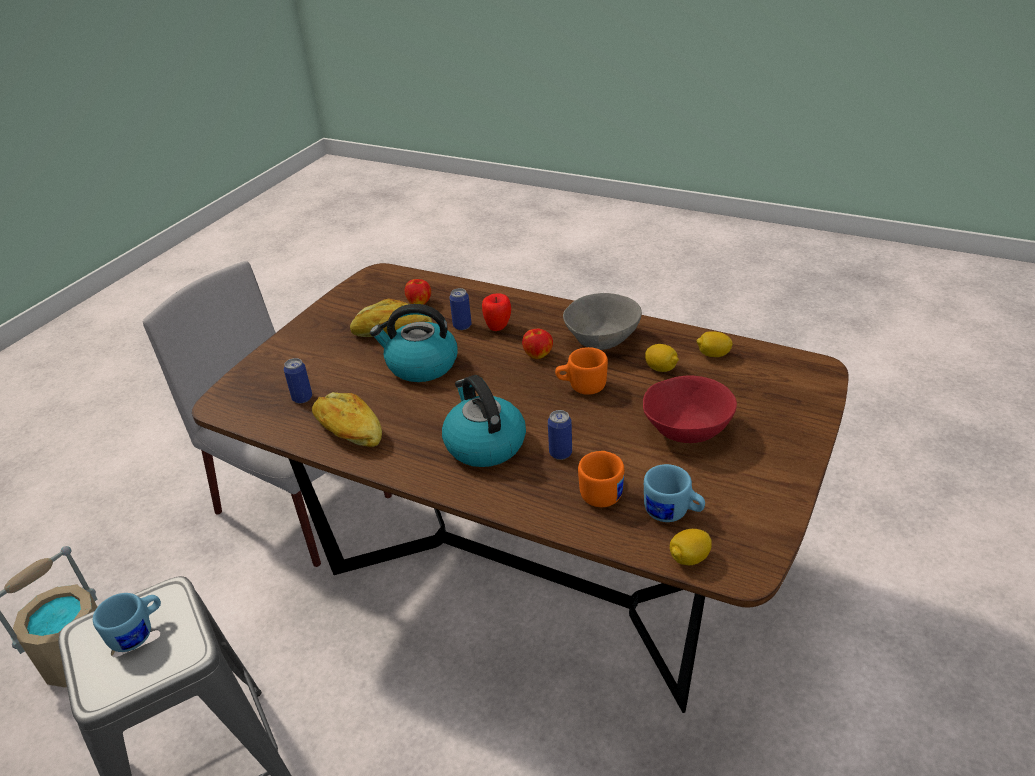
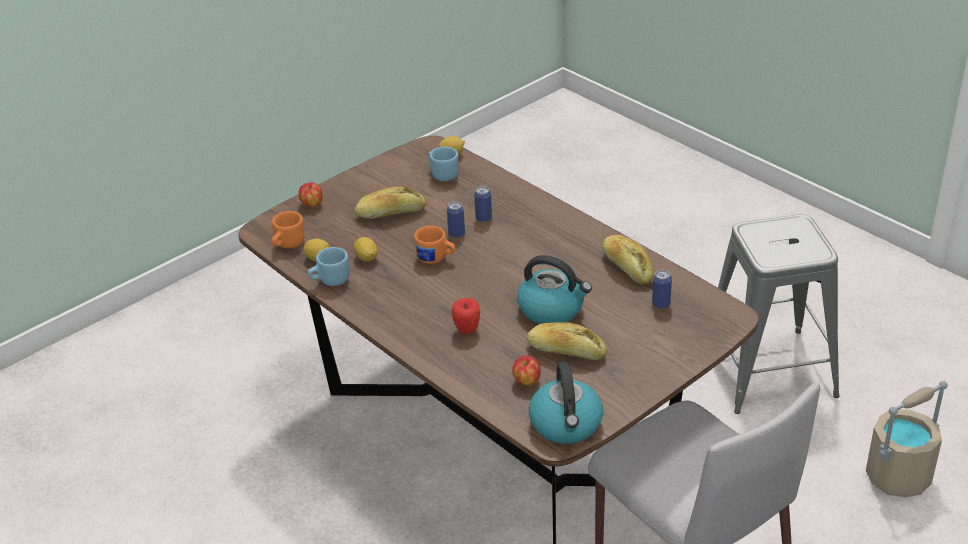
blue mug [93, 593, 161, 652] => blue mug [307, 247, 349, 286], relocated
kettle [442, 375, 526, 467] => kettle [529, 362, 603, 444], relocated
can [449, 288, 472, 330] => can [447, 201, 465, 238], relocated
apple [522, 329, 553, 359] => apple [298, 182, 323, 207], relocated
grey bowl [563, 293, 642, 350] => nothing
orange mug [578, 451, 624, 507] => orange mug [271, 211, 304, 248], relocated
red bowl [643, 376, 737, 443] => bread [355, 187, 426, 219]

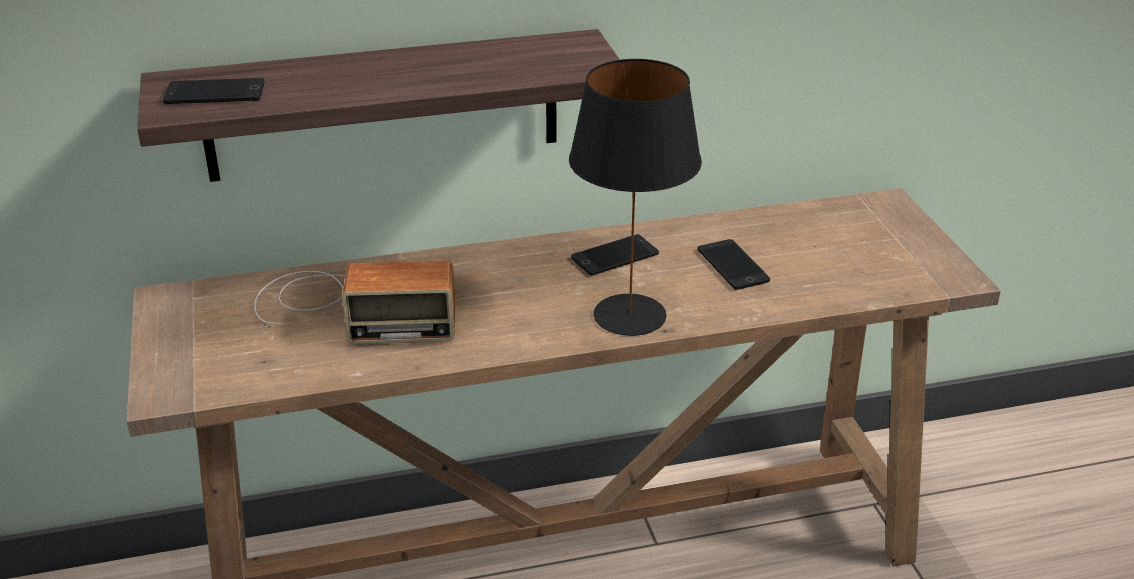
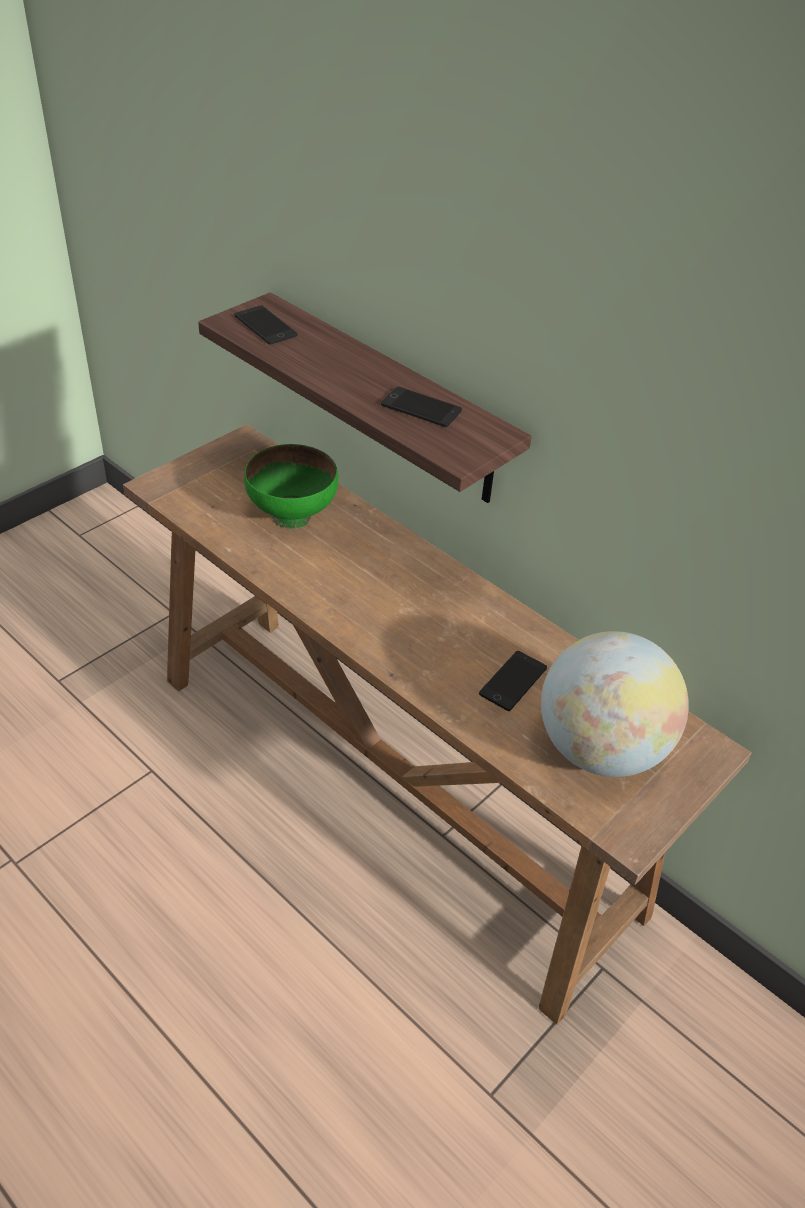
radio [254, 261, 455, 344] => green bowl [244, 444, 338, 529]
black table lamp [569, 59, 702, 336] => nothing
phone [571, 234, 659, 276] => phone [381, 387, 462, 427], relocated
nothing => globe [541, 631, 689, 777]

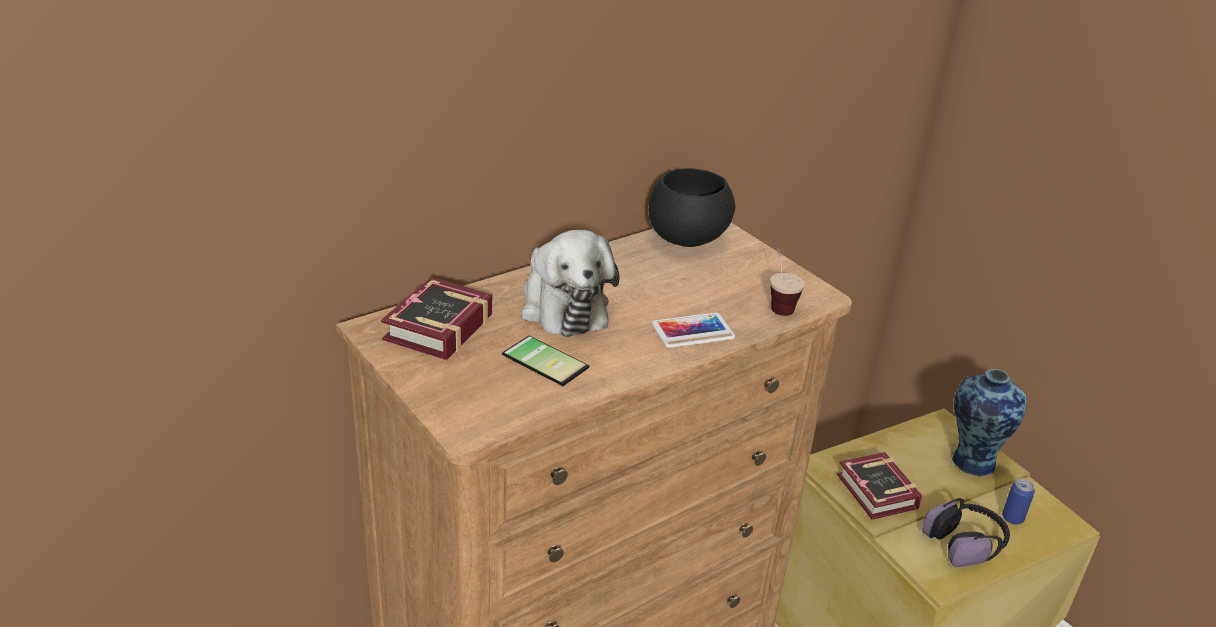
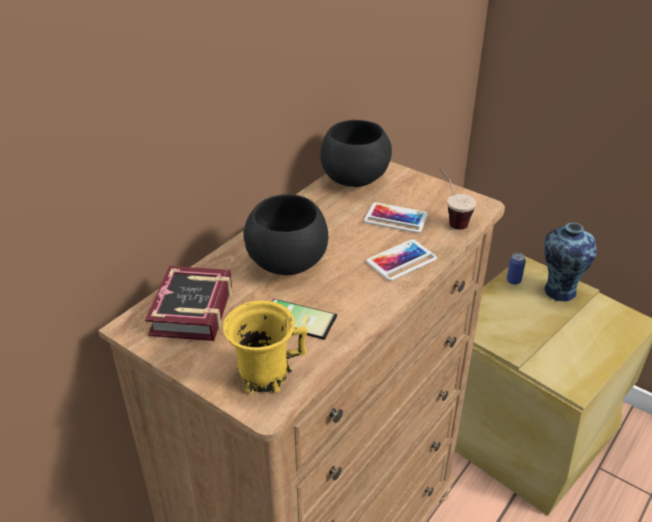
plush toy [521, 230, 619, 337] => black bowl [243, 194, 328, 275]
book [837, 452, 922, 520] => nothing
headphones [922, 498, 1010, 567] => nothing
can [1002, 478, 1035, 525] => can [507, 253, 526, 285], relocated
nothing => yellow mug [223, 301, 307, 394]
nothing => phone [364, 202, 428, 233]

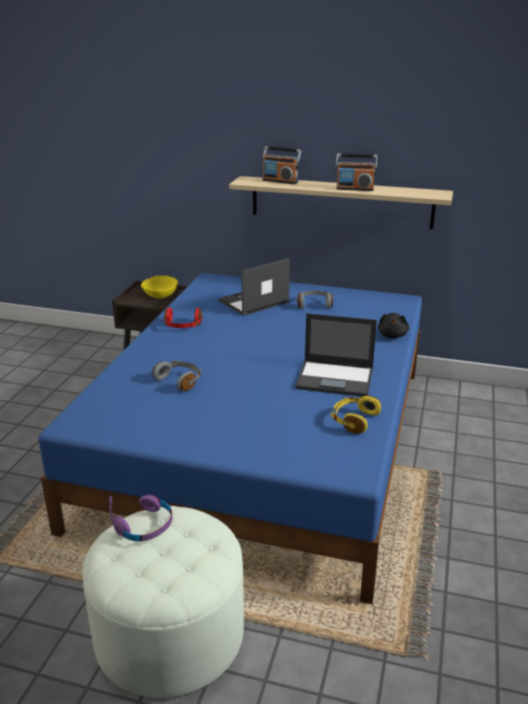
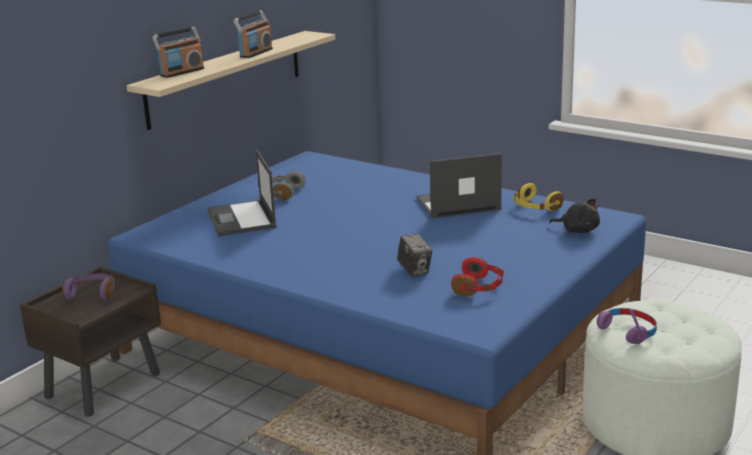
yellow bowl [141, 276, 178, 299] => purple headphones [62, 273, 115, 300]
grey headphones [152, 361, 201, 391] => photo camera [397, 234, 433, 276]
red headphones [164, 308, 203, 328] => red headphones [451, 257, 504, 296], relocated
laptop [295, 313, 377, 397] => laptop [416, 153, 502, 219], 135 degrees counterclockwise
black plush toy [378, 313, 409, 338] => black plush toy [549, 199, 600, 233], relocated

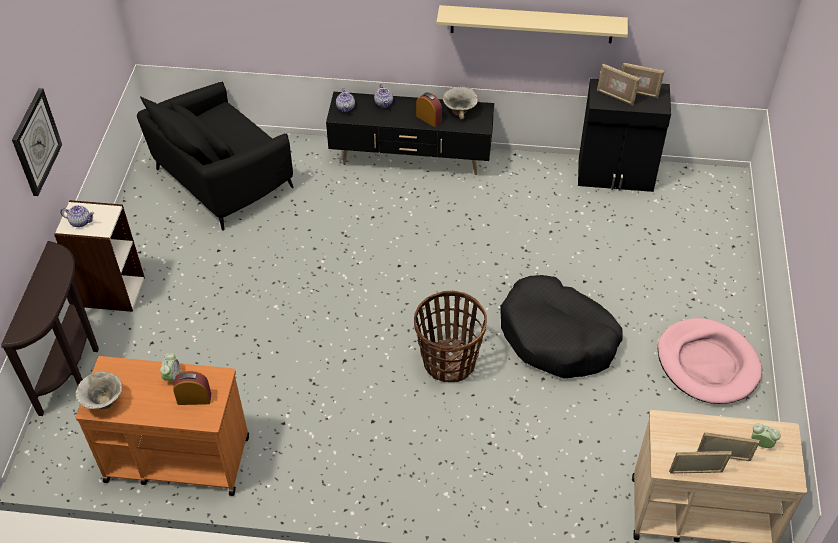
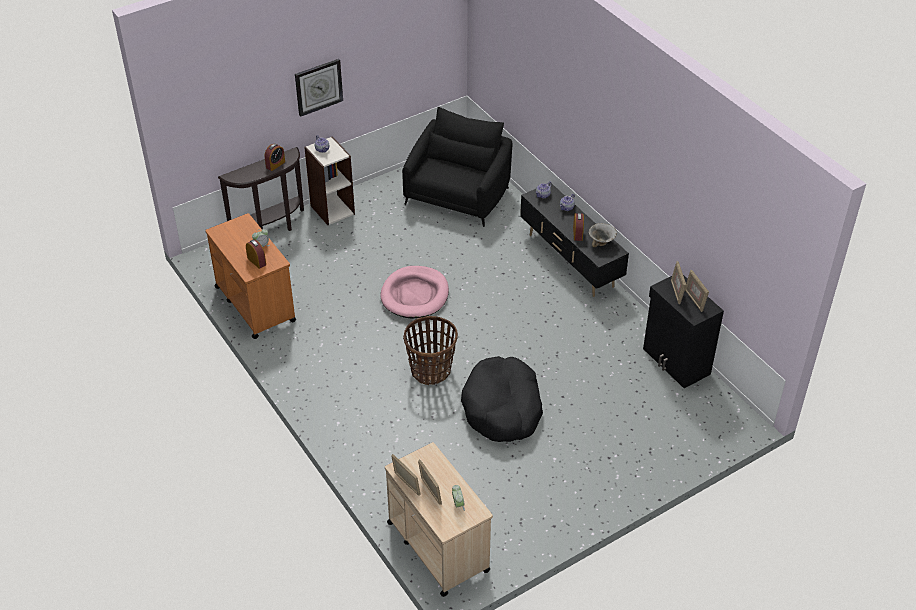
bowl [76, 372, 122, 409] => nothing
black armchair [137, 82, 293, 231] => black armchair [402, 107, 513, 227], 105 degrees clockwise
beige shelf [437, 5, 628, 43] => nothing
pink dog bed [658, 318, 762, 404] => pink dog bed [381, 266, 449, 319], relocated
nothing => alarm clock [264, 144, 285, 171]

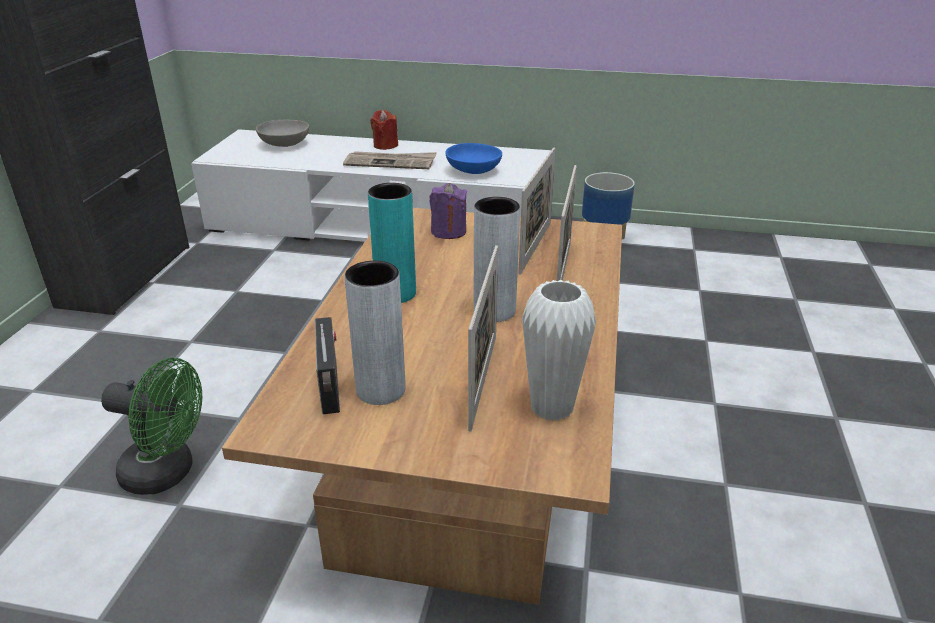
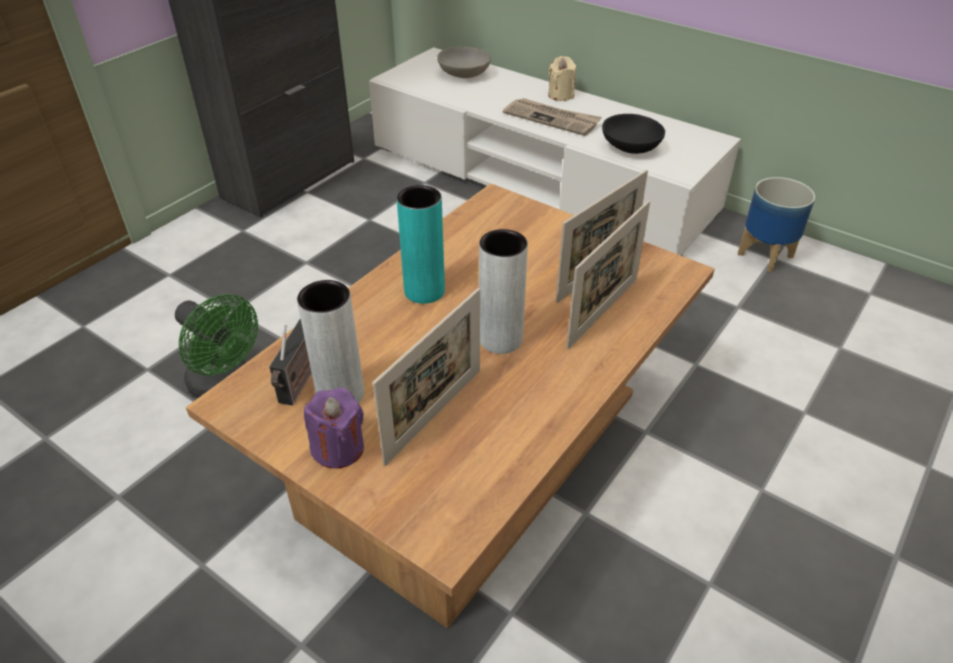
red candle [371, 110, 398, 150] => beige candle [548, 56, 576, 101]
purple candle [430, 183, 467, 239] => purple candle [304, 388, 364, 469], relocated
blue bowl [446, 143, 502, 174] => black bowl [602, 114, 665, 154]
white vase [522, 280, 596, 421] => nothing

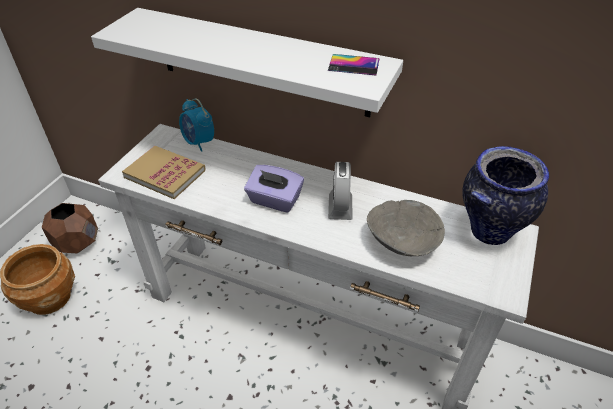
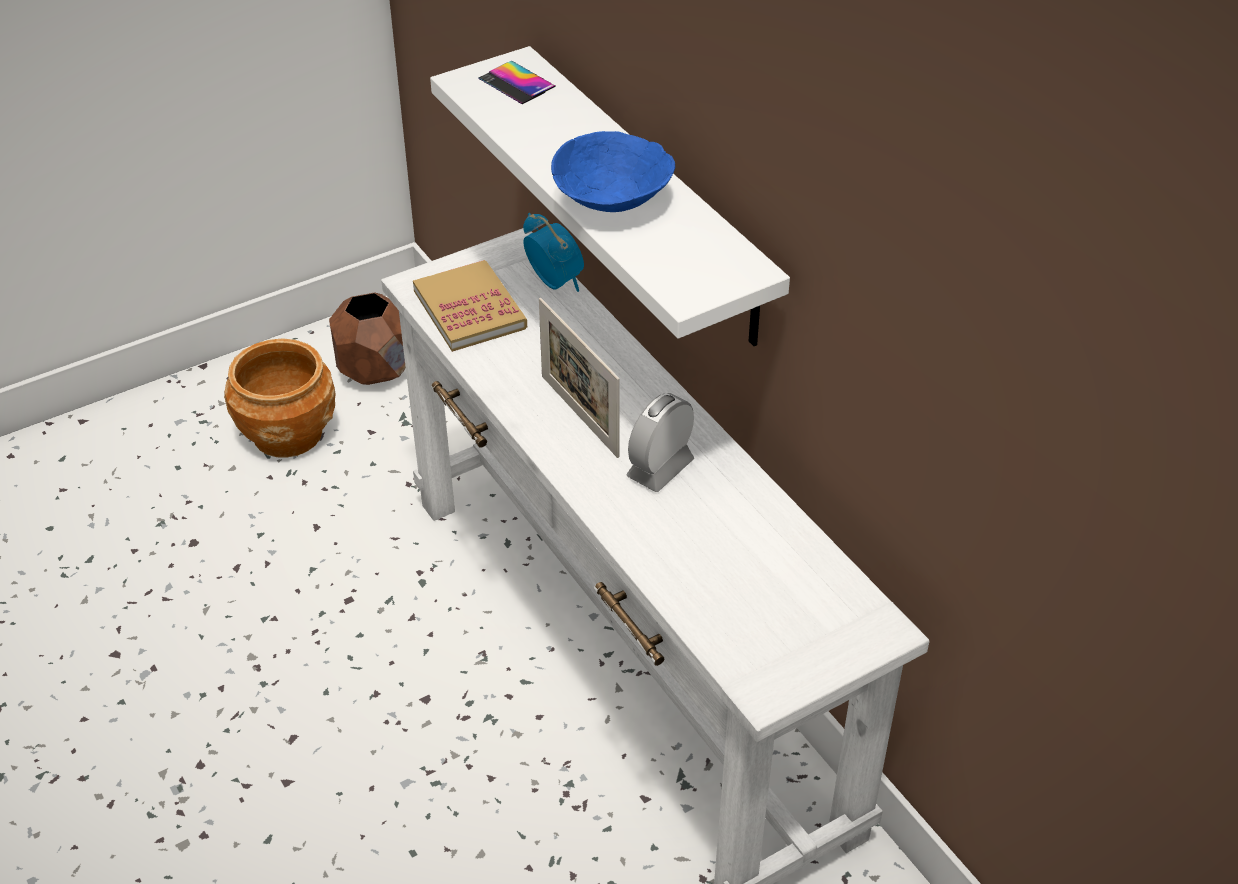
alarm clock [179, 98, 214, 152] => alarm clock [523, 213, 584, 292], 150 degrees clockwise
purple tissue box [244, 165, 304, 213] => picture frame [539, 298, 619, 458]
phone [328, 54, 380, 75] => phone [478, 61, 556, 104], relocated
grey bowl [367, 200, 445, 256] => nothing
vase [462, 146, 549, 245] => nothing
nothing => blue bowl [551, 131, 675, 212]

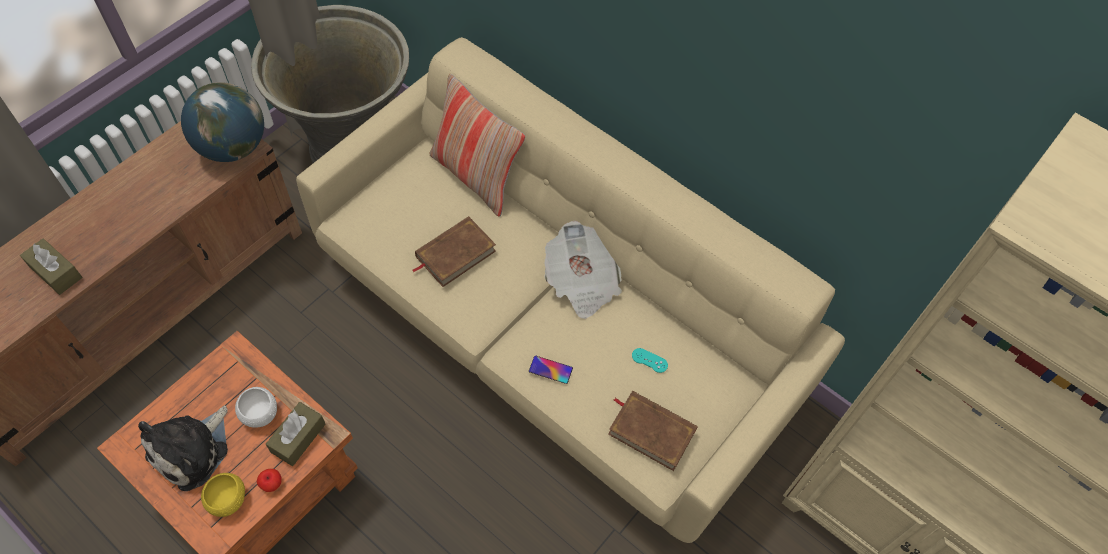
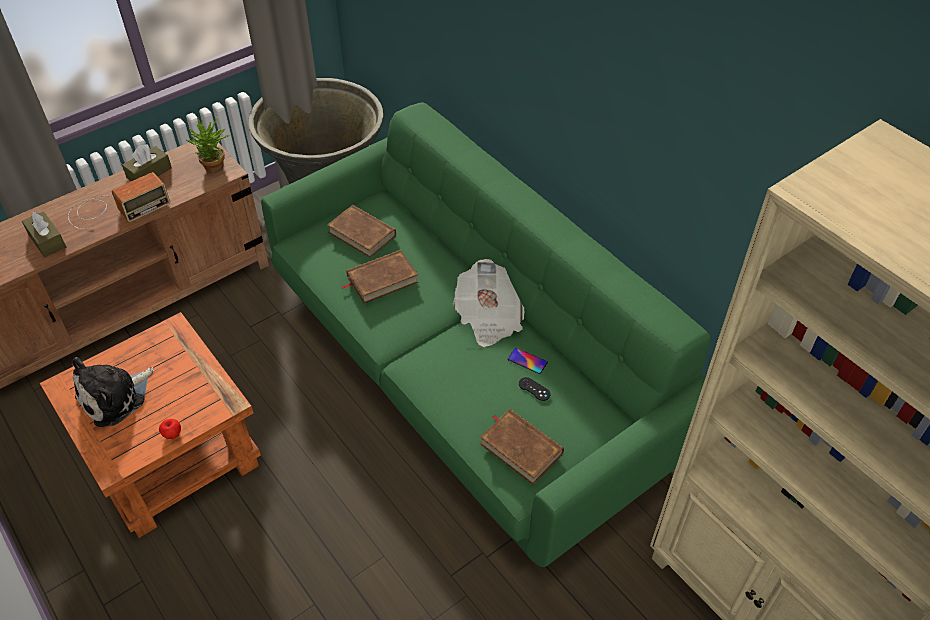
globe [181, 82, 264, 162] => potted plant [187, 117, 229, 173]
yellow bowl [201, 473, 245, 517] => nothing
white bowl [235, 387, 277, 428] => nothing
brown tissue box [266, 402, 326, 466] => brown tissue box [122, 144, 172, 181], relocated
beige sofa [296, 37, 845, 543] => green sofa [261, 103, 710, 567]
pillow [430, 74, 525, 216] => nothing
phone [529, 356, 573, 384] => phone [508, 348, 548, 374], relocated
turquoise game controller [632, 348, 668, 373] => black game controller [519, 377, 550, 401]
nothing => radio [68, 172, 170, 230]
nothing => brown book [327, 205, 396, 258]

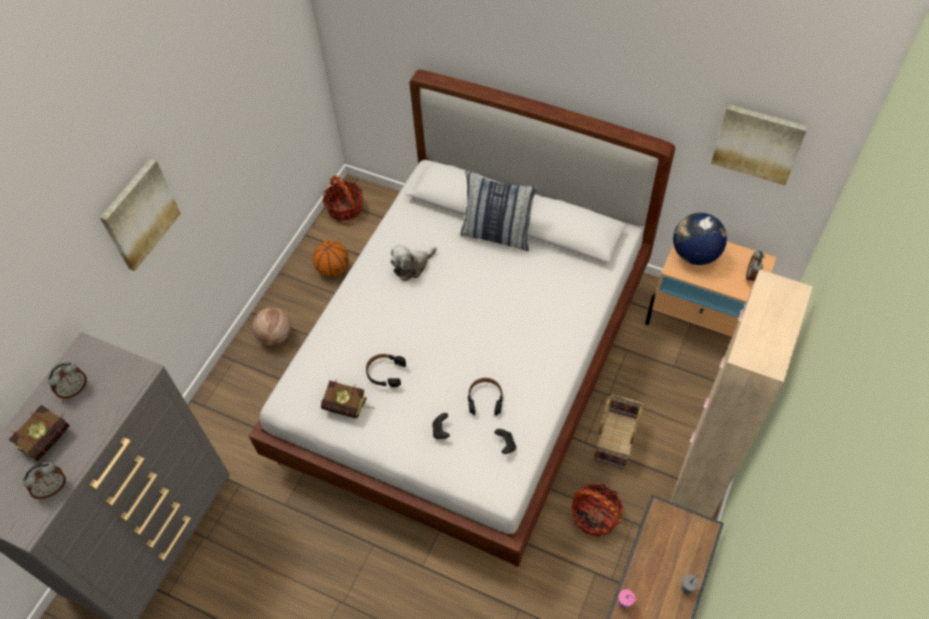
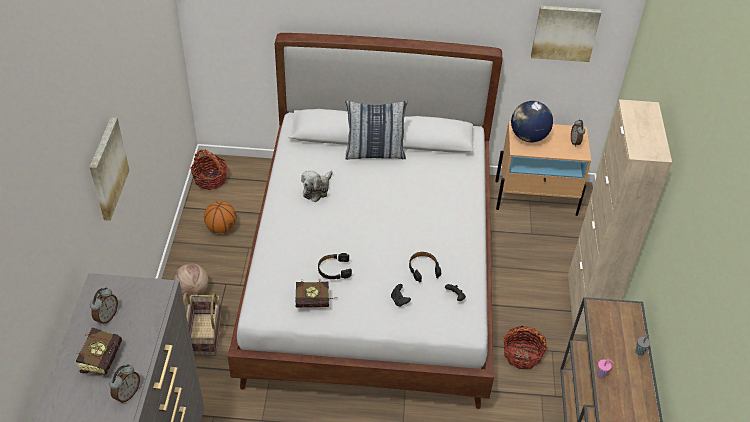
basket [594, 394, 644, 469] => basket [183, 293, 221, 356], relocated

